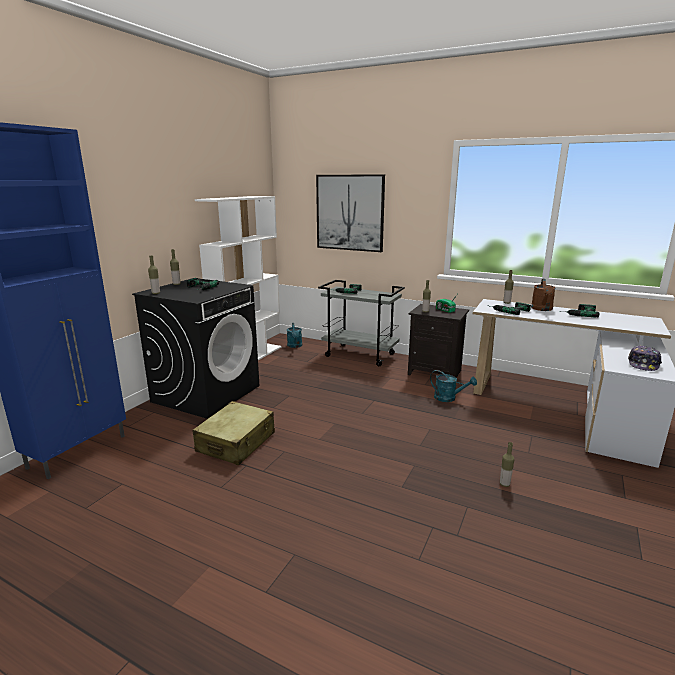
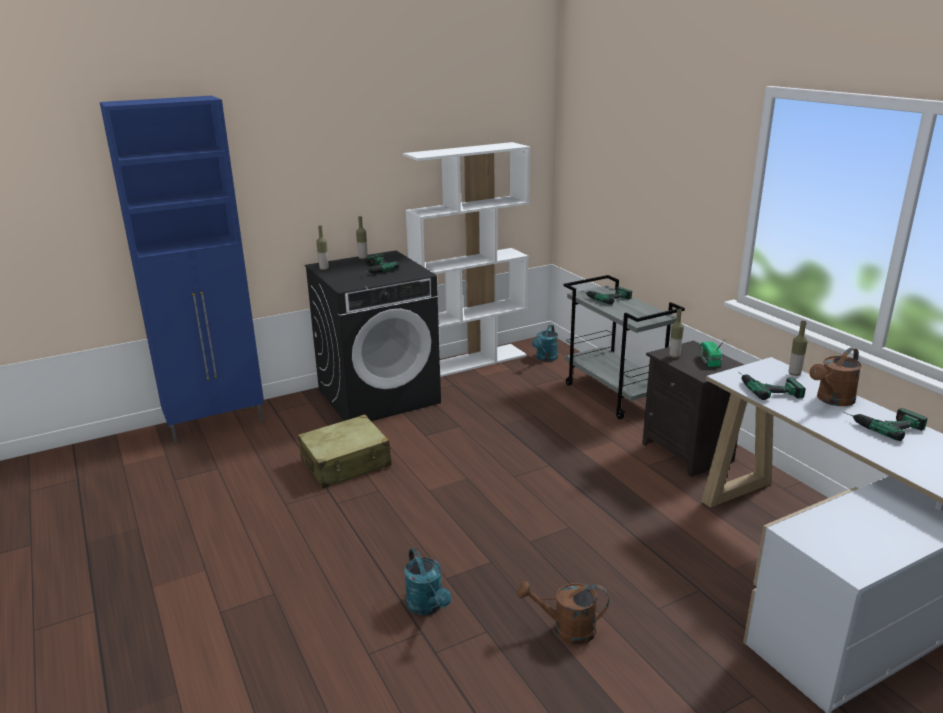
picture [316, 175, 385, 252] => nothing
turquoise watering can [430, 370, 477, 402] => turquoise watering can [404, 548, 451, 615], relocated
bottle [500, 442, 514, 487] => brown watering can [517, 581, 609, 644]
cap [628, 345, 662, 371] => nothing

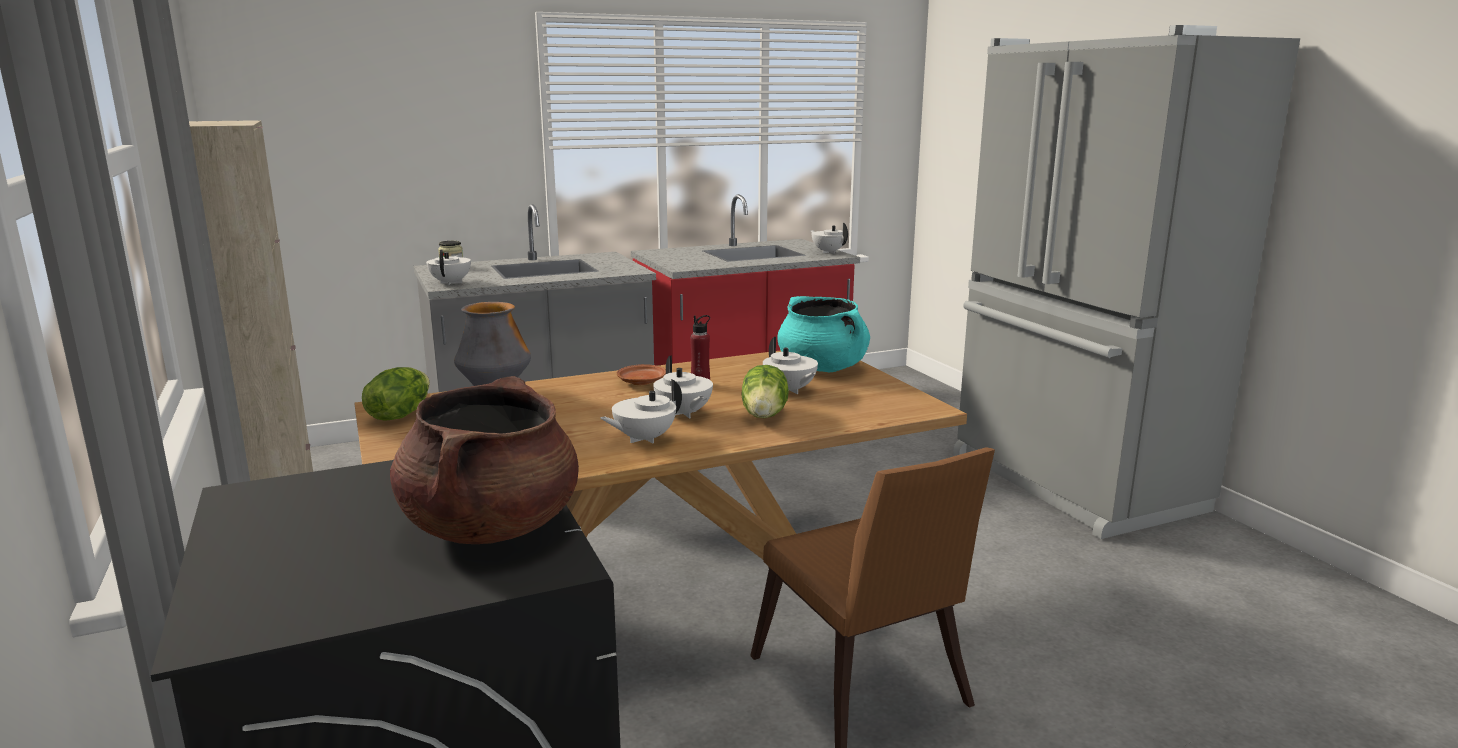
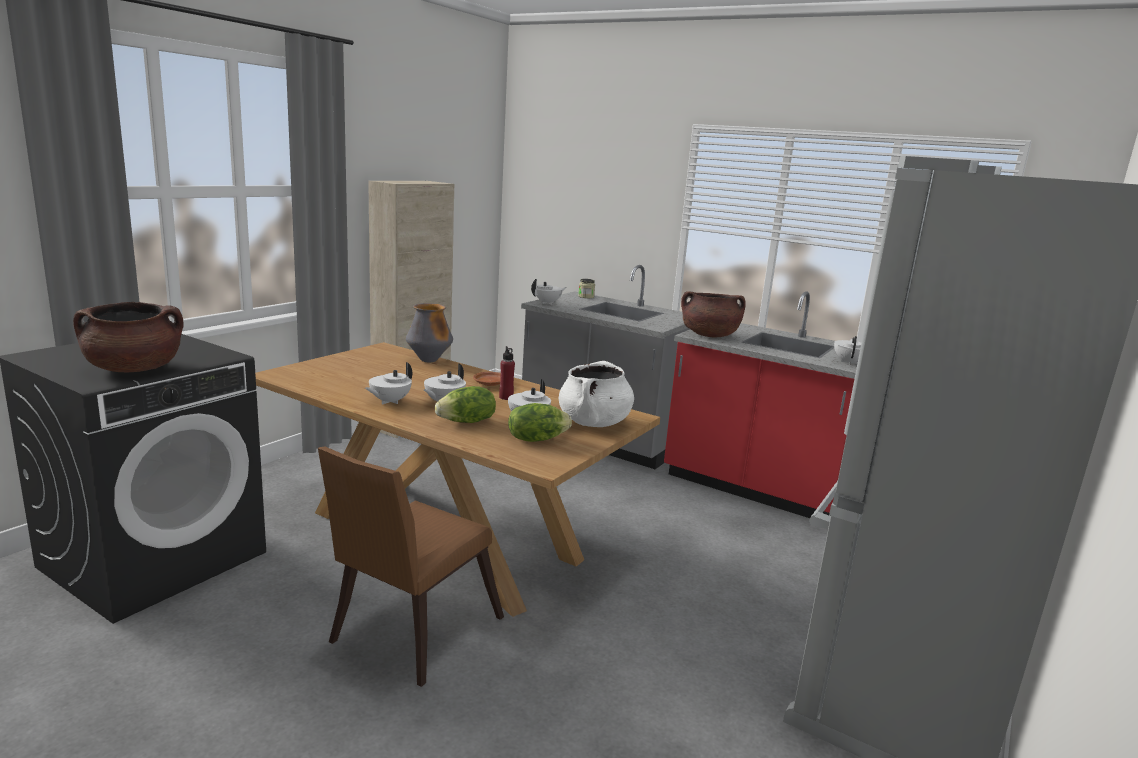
lettuce [362, 367, 430, 421] => lettuce [508, 403, 572, 442], relocated
white teapot [600, 379, 682, 443] => white teapot [365, 362, 412, 405], 75 degrees counterclockwise
turquoise cooking pot [778, 296, 870, 372] => white cooking pot [559, 361, 634, 427]
nothing => brown cooking pot [681, 291, 746, 337]

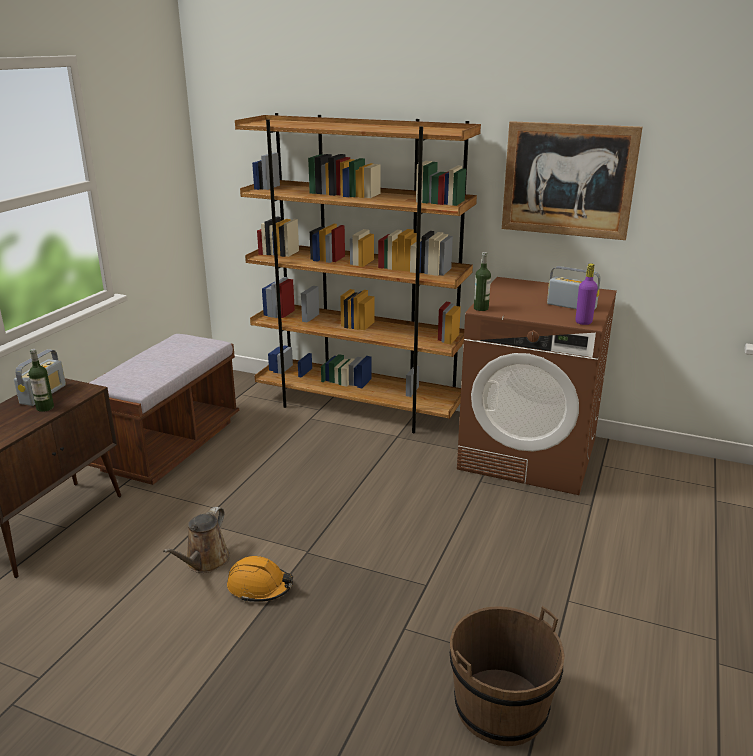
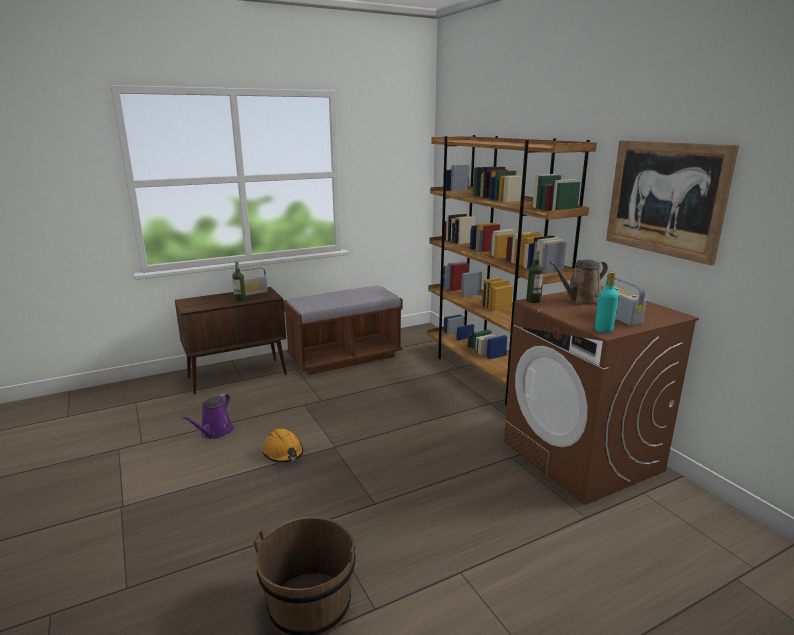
brown watering can [163, 507, 230, 573] => brown watering can [549, 259, 608, 305], relocated
purple bottle [576, 263, 598, 325] => turquoise bottle [595, 272, 619, 333]
nothing => purple watering can [181, 393, 233, 439]

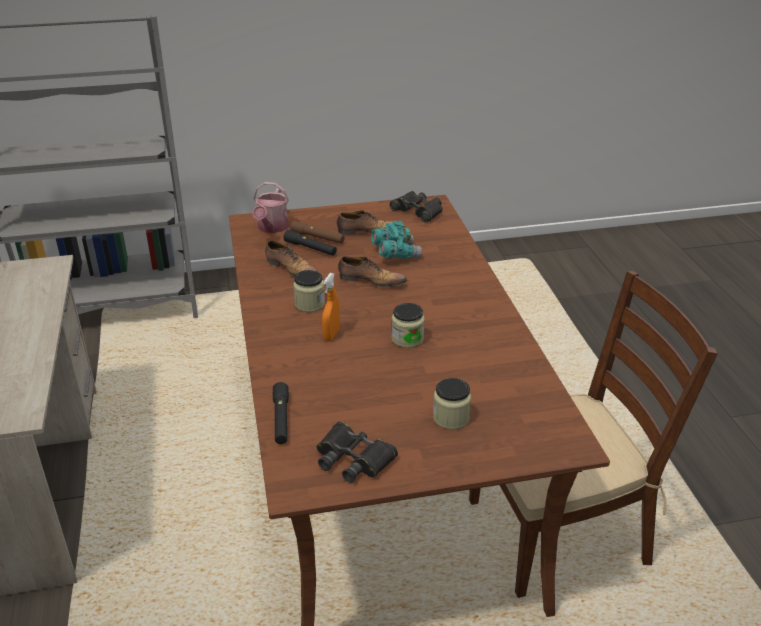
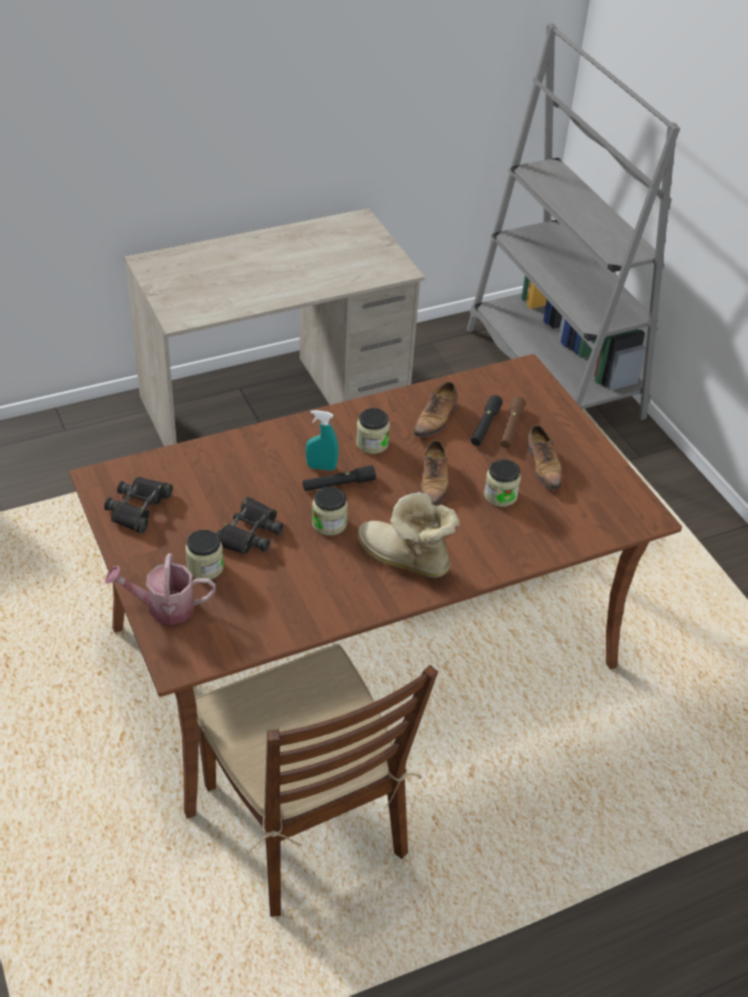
watering can [252, 182, 289, 233] => watering can [105, 554, 216, 625], relocated
black flashlight [273, 382, 289, 444] => black flashlight [303, 465, 376, 491], relocated
orange spray bottle [322, 273, 340, 341] => turquoise spray bottle [306, 410, 338, 471]
turquoise binoculars [371, 221, 422, 259] => jar [484, 460, 521, 507]
black binoculars [389, 191, 443, 223] => black binoculars [216, 497, 283, 555], relocated
nothing => boot [357, 492, 460, 578]

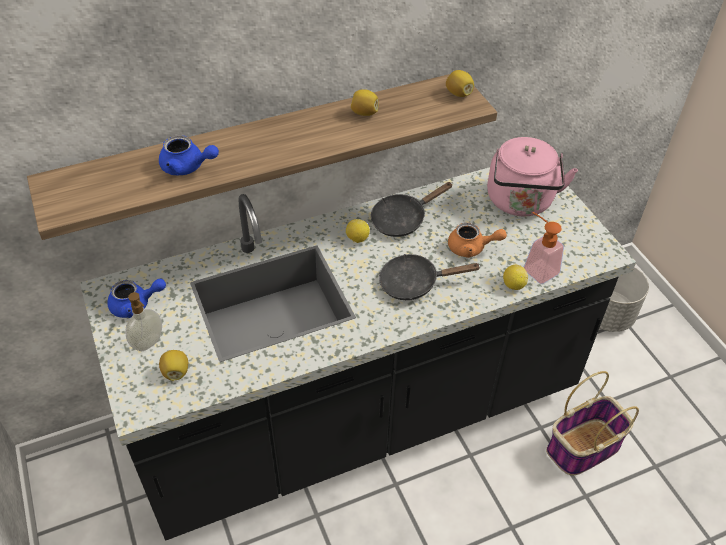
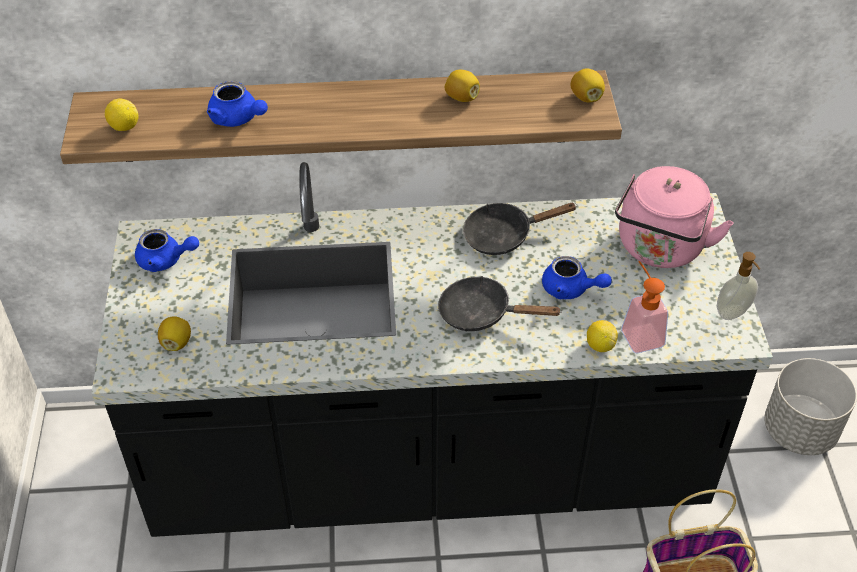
soap dispenser [125, 292, 162, 351] => soap dispenser [717, 252, 760, 320], relocated
lemon [346, 219, 370, 243] => lemon [105, 99, 139, 131], relocated
orange teapot [448, 223, 507, 258] => blue teapot [542, 256, 612, 299]

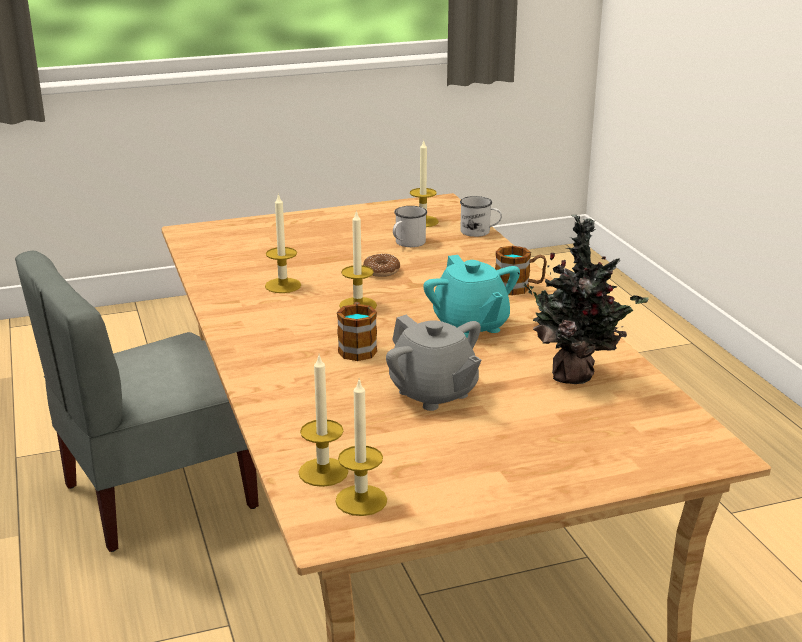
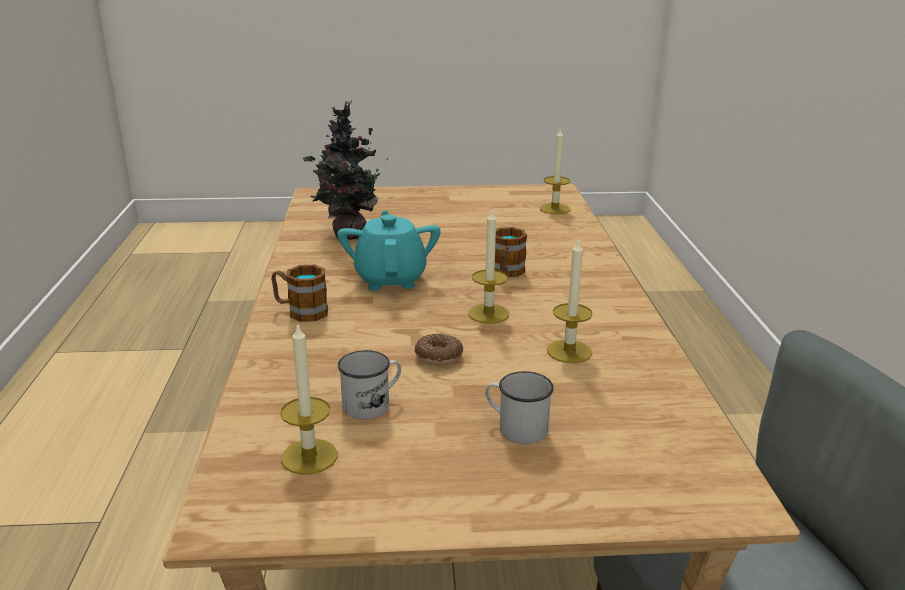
candle [335, 380, 387, 516] => nothing
grey teapot [386, 315, 481, 411] => nothing
white mug [460, 196, 502, 237] => white mug [485, 371, 554, 444], relocated

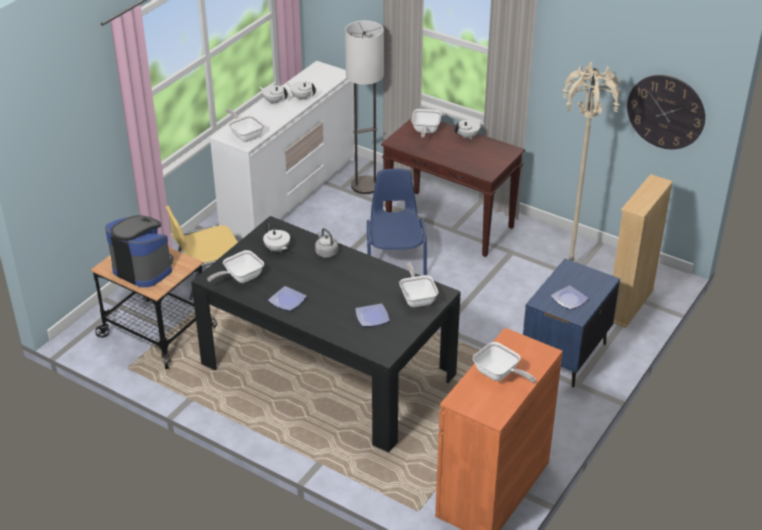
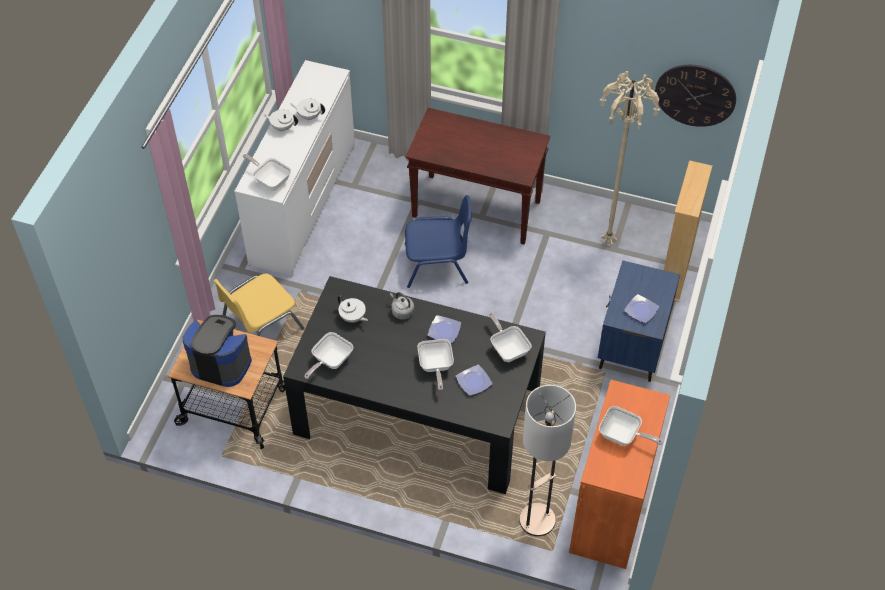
plate [268, 286, 307, 311] => plate [428, 315, 461, 343], relocated
floor lamp [345, 21, 384, 194] => floor lamp [519, 385, 576, 536], relocated
blue chair [367, 169, 427, 275] => blue chair [405, 195, 472, 288], 105 degrees clockwise
frying pan [411, 109, 442, 138] => frying pan [417, 339, 454, 390], relocated
white teapot [455, 120, 483, 140] => nothing

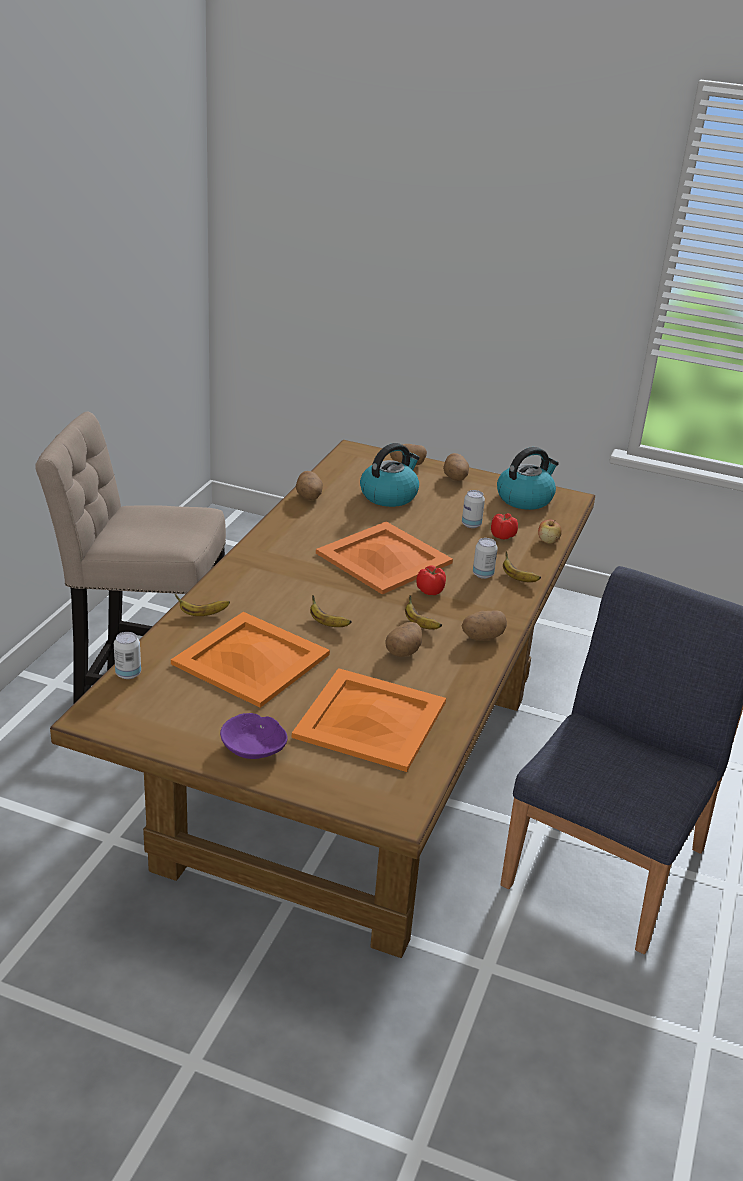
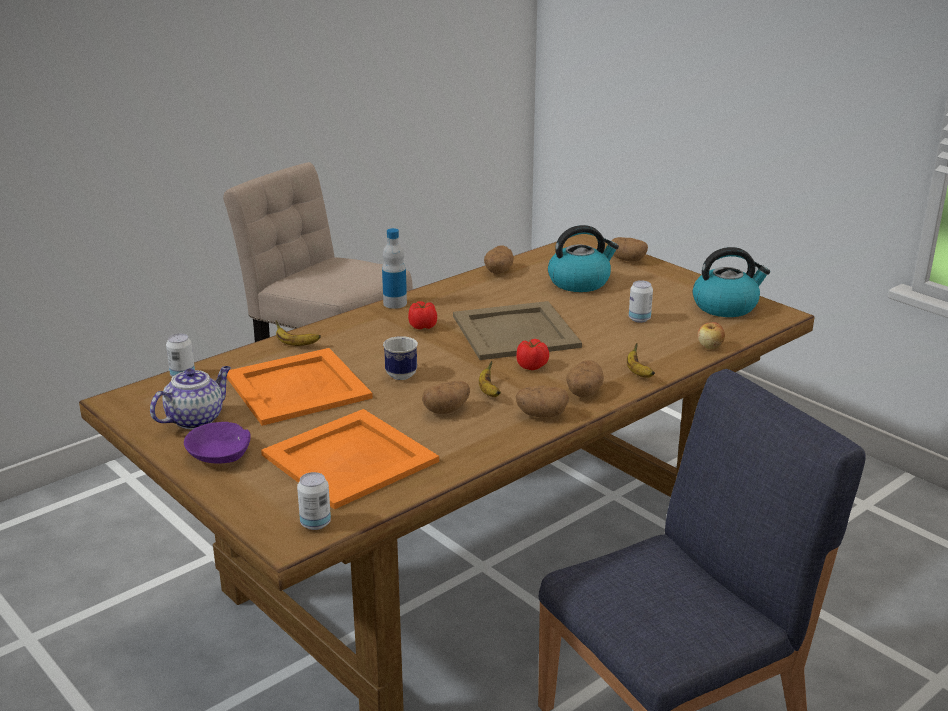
banana [310, 595, 352, 627] => mug [383, 336, 418, 380]
orange tray [316, 522, 453, 594] => beige tray [453, 301, 582, 360]
potato [443, 453, 469, 481] => potato [566, 360, 604, 397], relocated
can [473, 538, 498, 579] => can [297, 472, 331, 530], relocated
tomato [491, 514, 518, 539] => tomato [408, 301, 437, 329], relocated
nothing => teapot [150, 366, 231, 429]
nothing => bottle [382, 228, 407, 309]

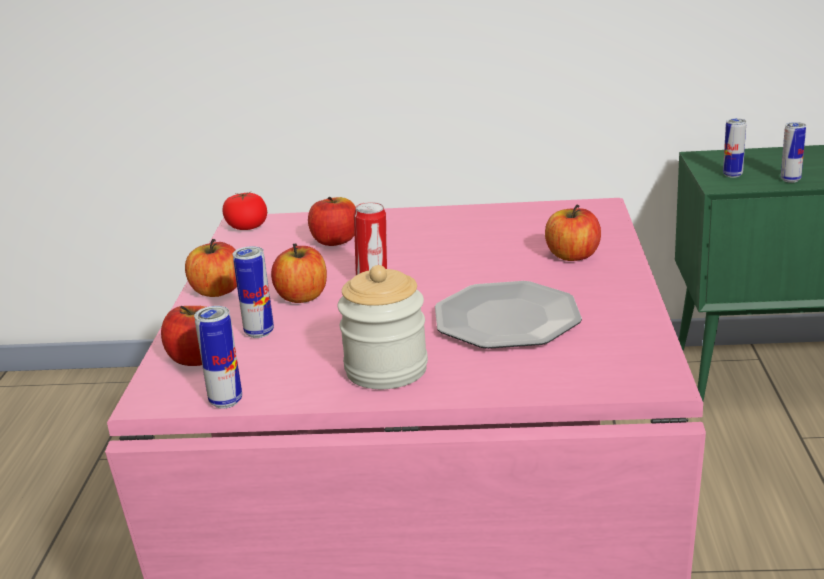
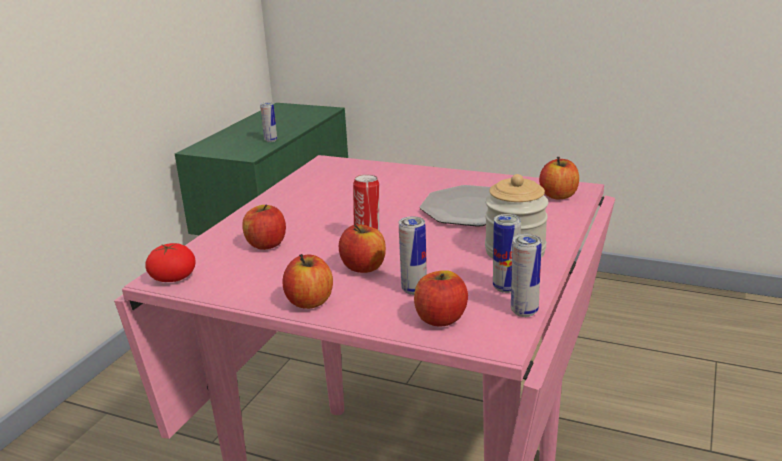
apple [545, 204, 601, 261] => apple [539, 157, 579, 200], relocated
can [723, 118, 746, 178] => can [493, 214, 521, 293], relocated

